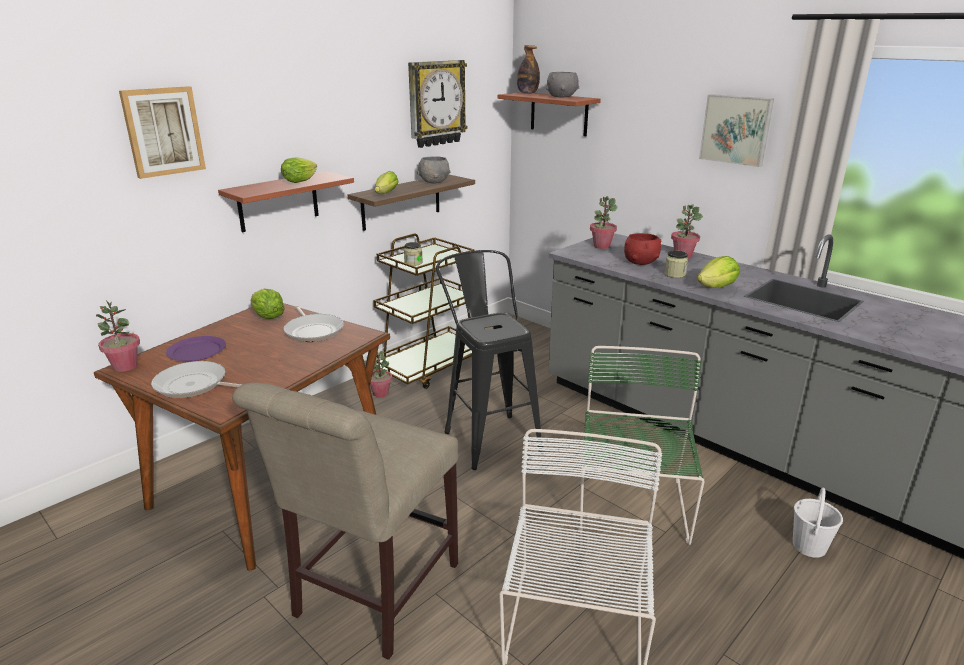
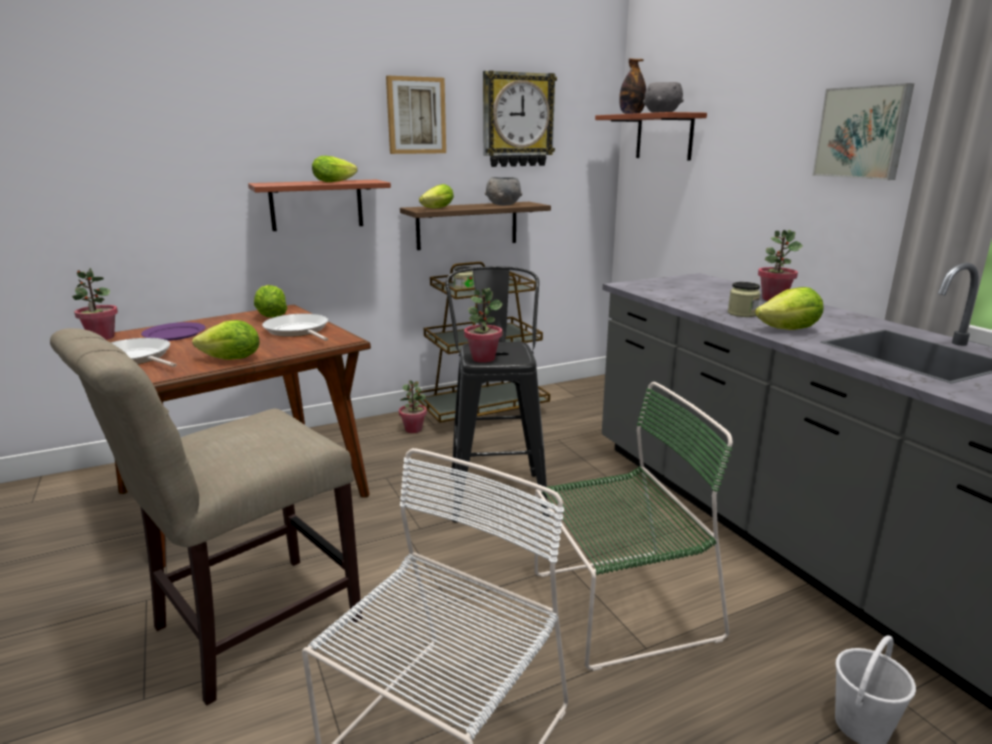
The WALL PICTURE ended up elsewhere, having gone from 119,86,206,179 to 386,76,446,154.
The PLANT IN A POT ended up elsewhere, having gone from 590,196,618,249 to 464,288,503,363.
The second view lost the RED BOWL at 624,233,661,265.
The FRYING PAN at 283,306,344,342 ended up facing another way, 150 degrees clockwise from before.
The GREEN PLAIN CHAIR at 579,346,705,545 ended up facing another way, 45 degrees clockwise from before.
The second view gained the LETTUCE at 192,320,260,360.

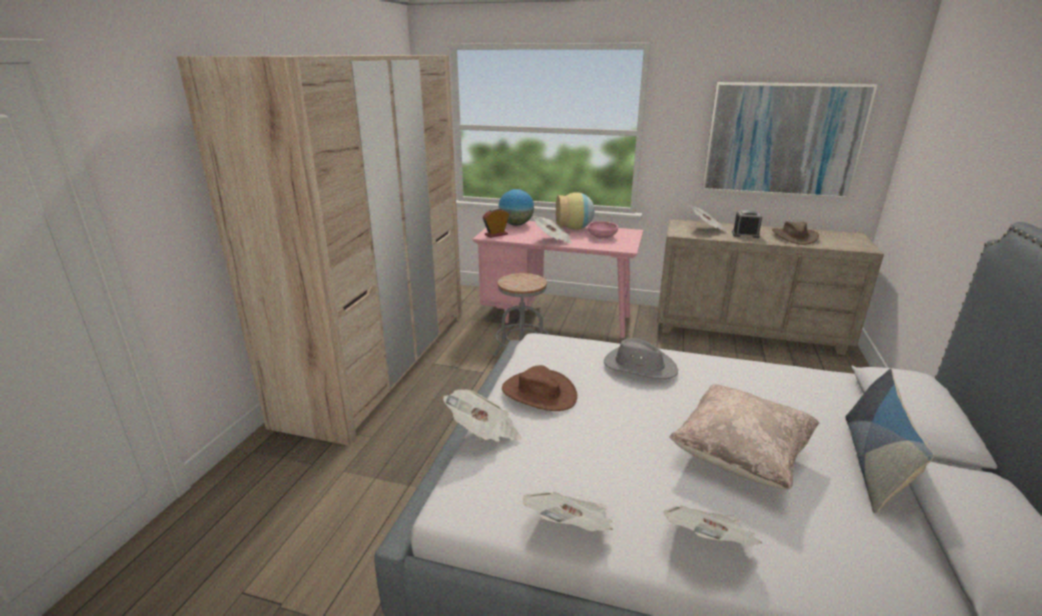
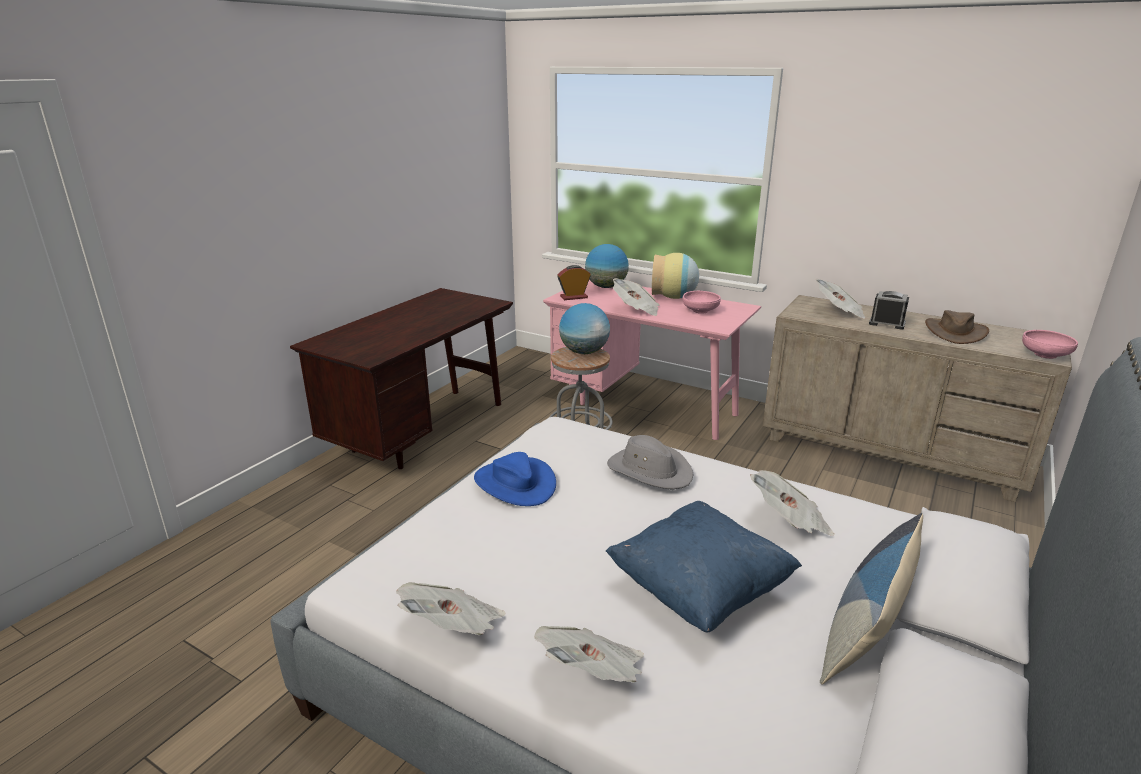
Where the SAND-COLOURED WARDROBE stood at 176,55,462,445, the BROWNISH DESK TABLE came to stand at 290,288,513,469.
The second view lost the WALL PICTURE at 702,82,878,199.
What was the BROWNISH HAT at 502,365,577,411 turned into the BLUISH HAT at 474,452,556,506.
What was the SAND-COLOURED CUSHION at 669,384,819,490 turned into the BLUISH CUSHION at 606,501,802,632.
The PRINTED PAPER ended up elsewhere, having gone from 443,389,522,442 to 750,470,835,536.
The second view gained the GLOBE at 559,303,610,354.
The second view gained the PINK-COLOURED BOWL at 1022,330,1078,359.

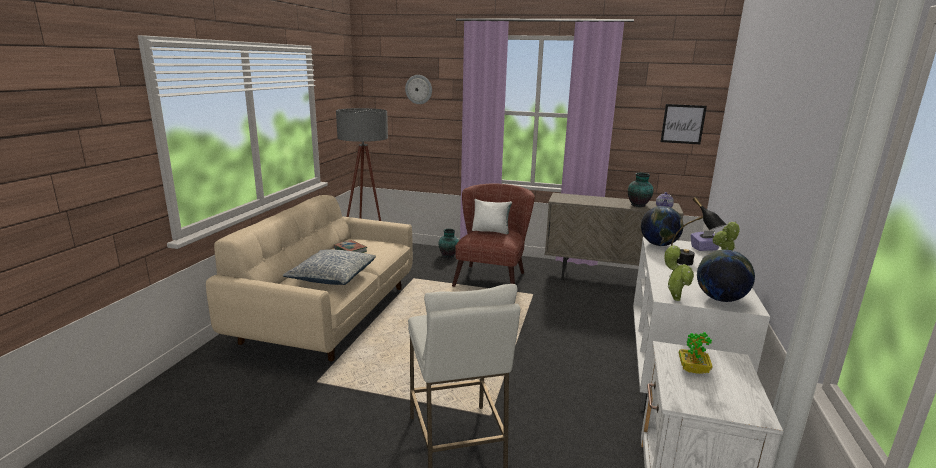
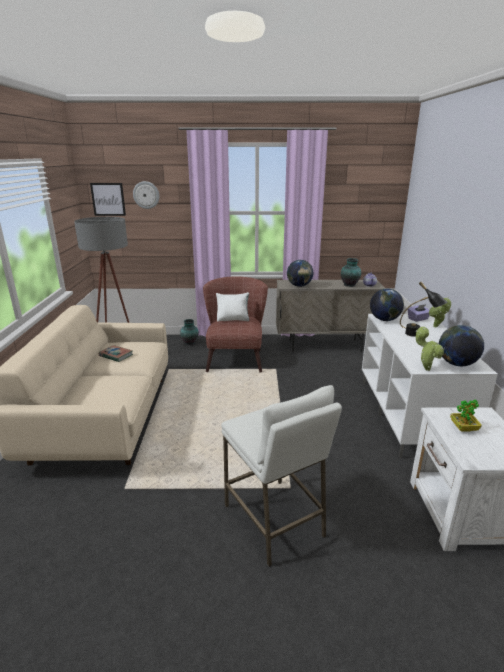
The WALL PICTURE ended up elsewhere, having gone from 660,104,707,144 to 90,183,126,216.
The second view lost the CUSHION at 283,249,376,285.
The second view gained the GLOBE at 287,260,313,287.

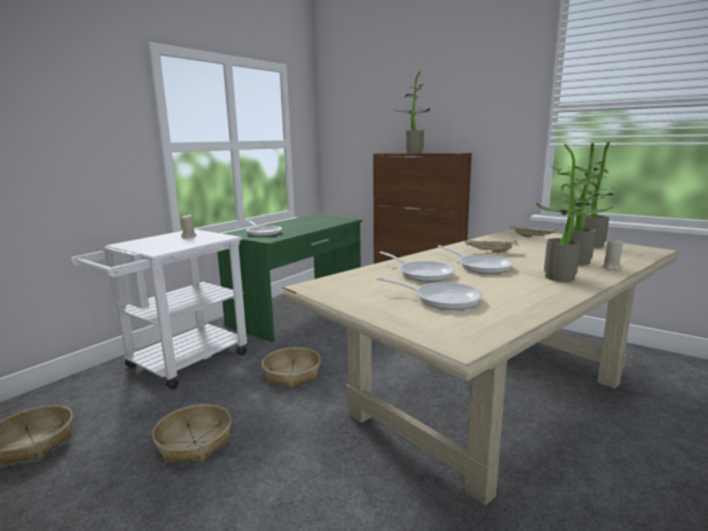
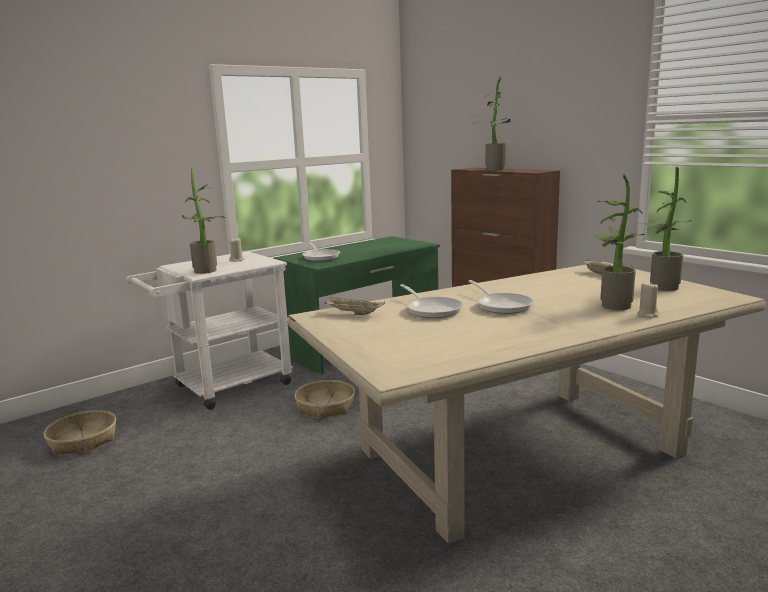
The PLANT IN A POT ended up elsewhere, having gone from 536,144,613,282 to 182,167,225,274.
The SAND-COLOURED TRAY ended up elsewhere, having gone from 465,240,518,253 to 324,297,385,315.
The second view lost the FRYING PAN at 376,277,483,310.
The second view lost the BASKET at 152,404,231,463.

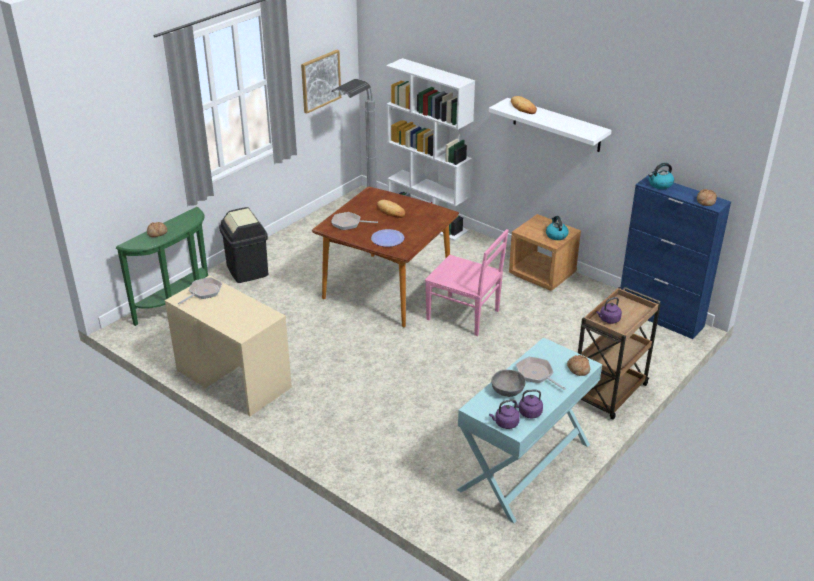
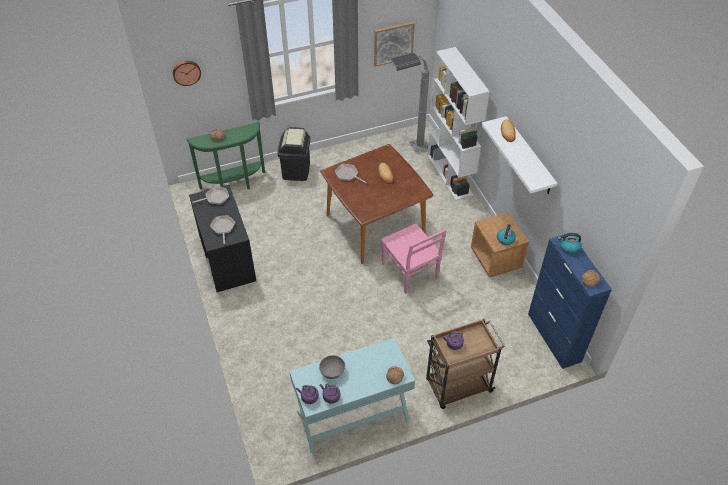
The second view lost the PLATE at 371,229,404,247.
What was the SAND-COLOURED DESK TABLE at 165,275,292,416 turned into the BLACK-COLOURED DESK TABLE at 189,185,256,292.
The FRYING PAN ended up elsewhere, having gone from 516,357,566,390 to 210,215,235,245.
The second view gained the CLOCK ON THE WALL at 173,61,201,86.

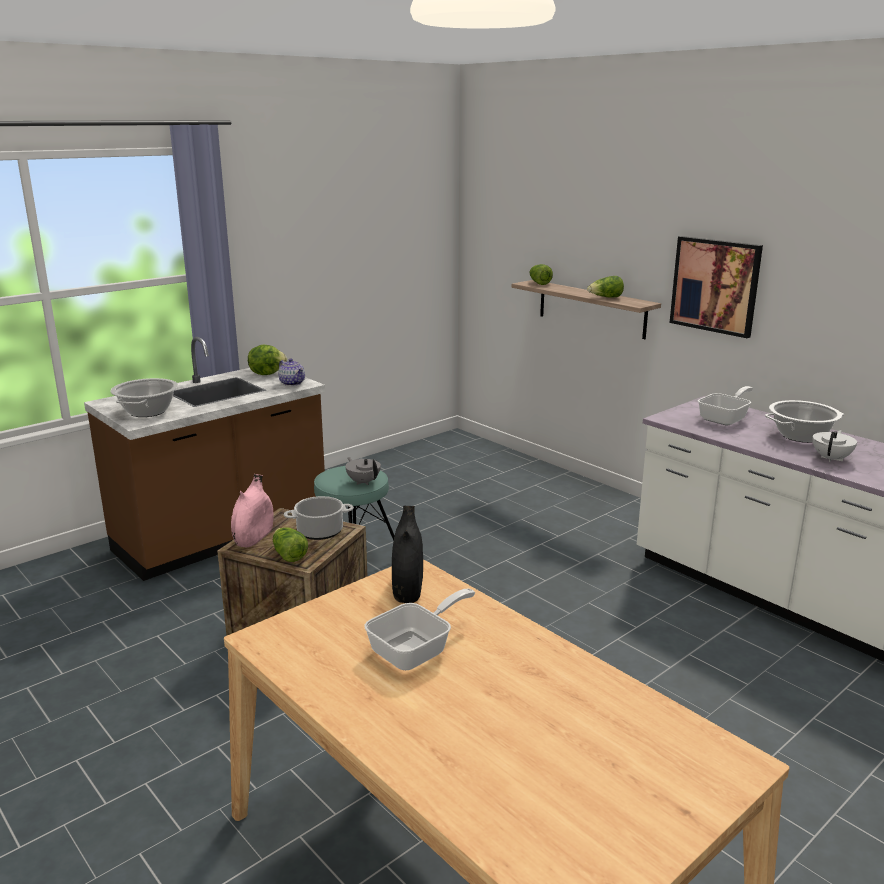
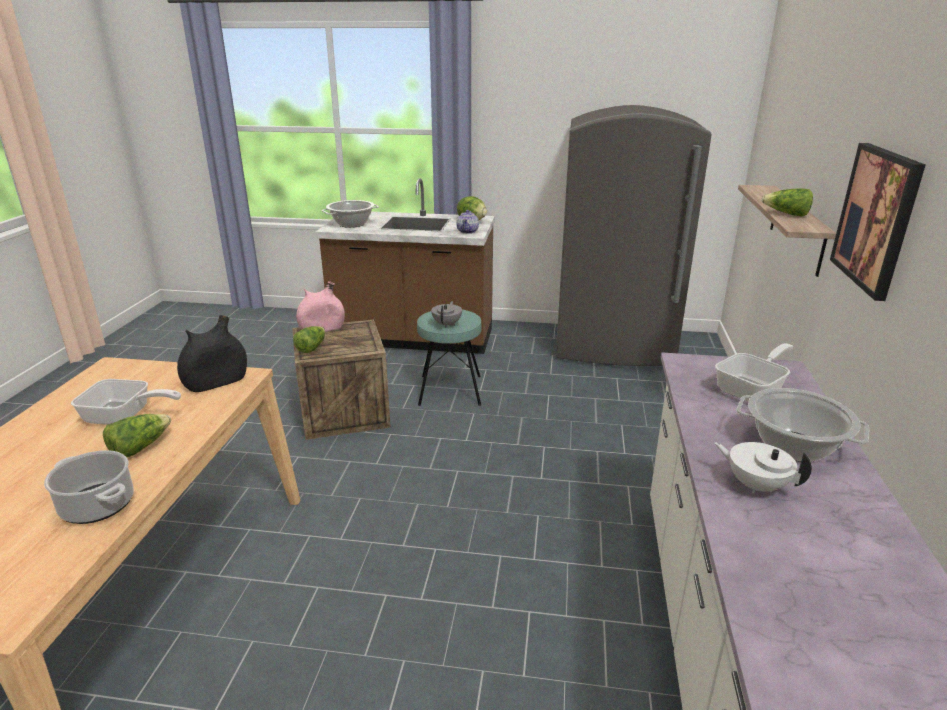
The LETTUCE ended up elsewhere, having gone from 529,264,553,285 to 103,414,171,457.
The FRYING PAN at 698,386,753,426 ended up facing another way, 45 degrees counterclockwise from before.
The WHITE TEA POT at 813,430,857,462 ended up facing another way, 135 degrees counterclockwise from before.
The STOCKPOT ended up elsewhere, having gone from 284,496,354,540 to 44,450,134,524.
The second view gained the GREYISH FRIDGE at 556,105,712,366.

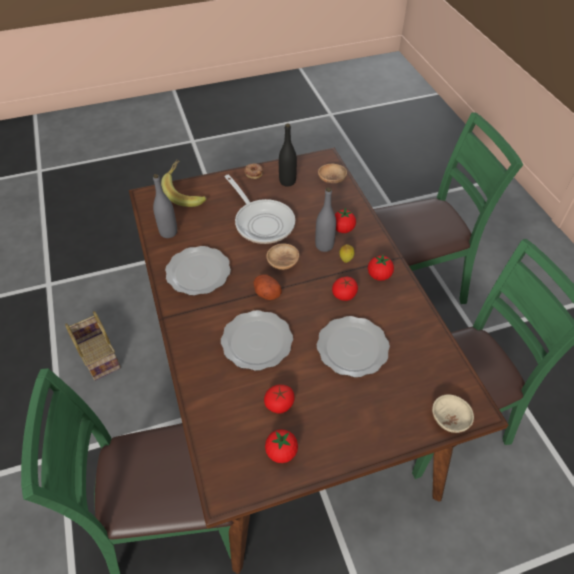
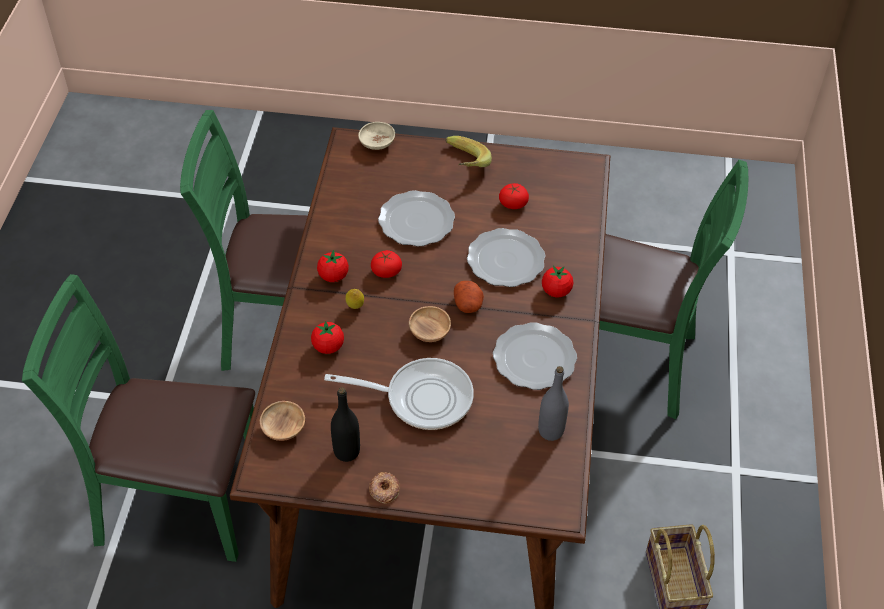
The BANANA ended up elsewhere, having gone from 161,159,207,207 to 445,136,492,167.
The FRYING PAN at 225,175,295,244 ended up facing another way, 105 degrees clockwise from before.
The second view lost the GREYISH BEVERAGE BOTTLE at 315,187,336,252.
The FRESH TOMATO ended up elsewhere, having gone from 265,429,298,463 to 542,266,574,297.

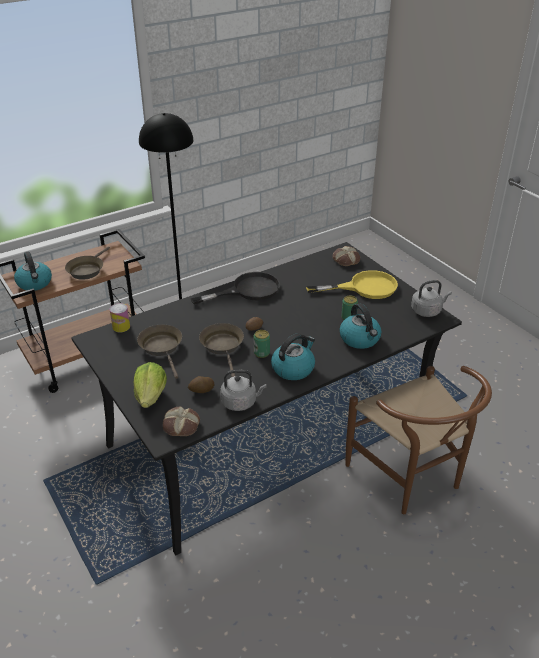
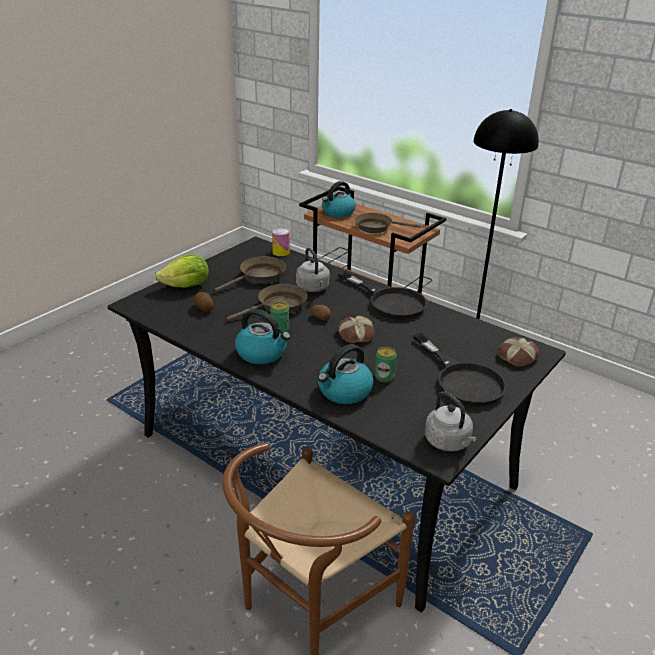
What was the YELLOW-COLOURED FRYING PAN at 306,270,398,299 turned into the BLACK-COLOURED FRYING PAN at 413,333,507,407.
The GREYISH TEA KETTLE ended up elsewhere, having gone from 220,370,267,411 to 296,248,330,292.
The BREAD ended up elsewhere, having gone from 163,407,200,436 to 337,315,374,343.

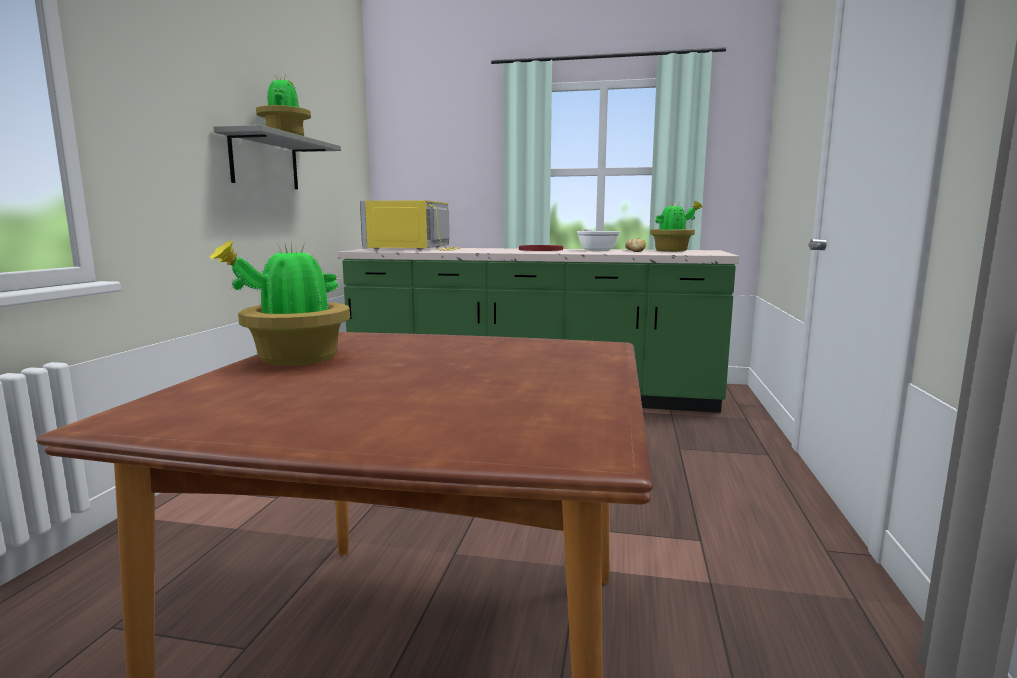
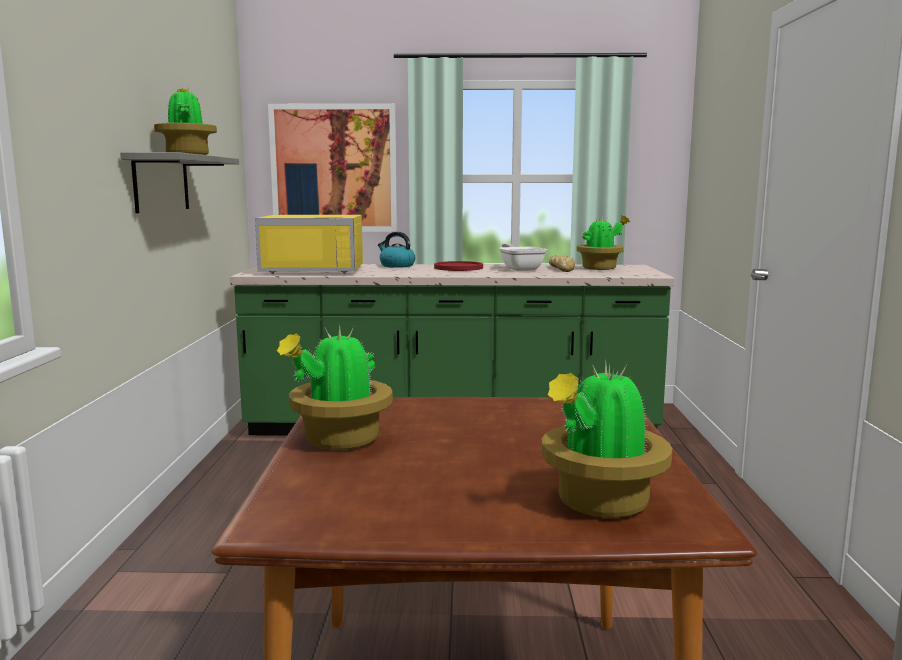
The YELLOW-COLOURED MICROWAVE at 360,200,460,251 ended up facing another way, 90 degrees counterclockwise from before.
The second view gained the WALL PICTURE at 268,103,397,232.
The second view gained the TEA KETTLE at 378,232,415,268.
The second view gained the PLANT IN A POT at 541,359,672,518.

